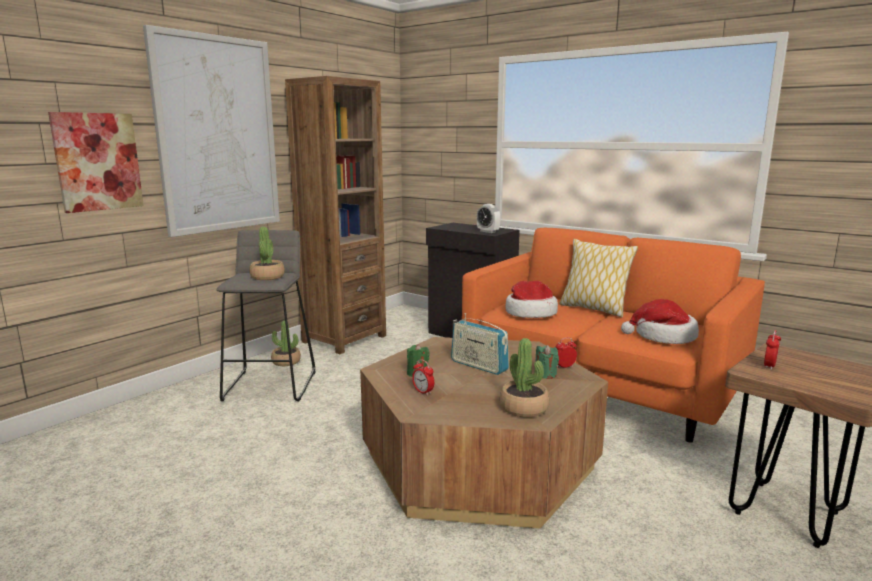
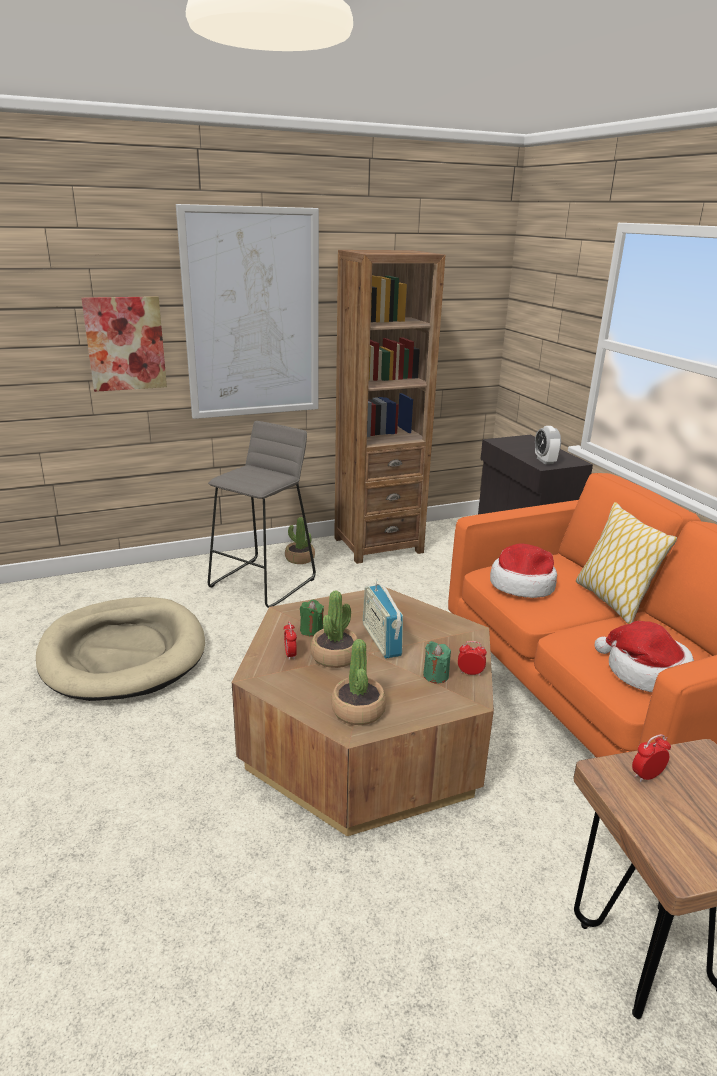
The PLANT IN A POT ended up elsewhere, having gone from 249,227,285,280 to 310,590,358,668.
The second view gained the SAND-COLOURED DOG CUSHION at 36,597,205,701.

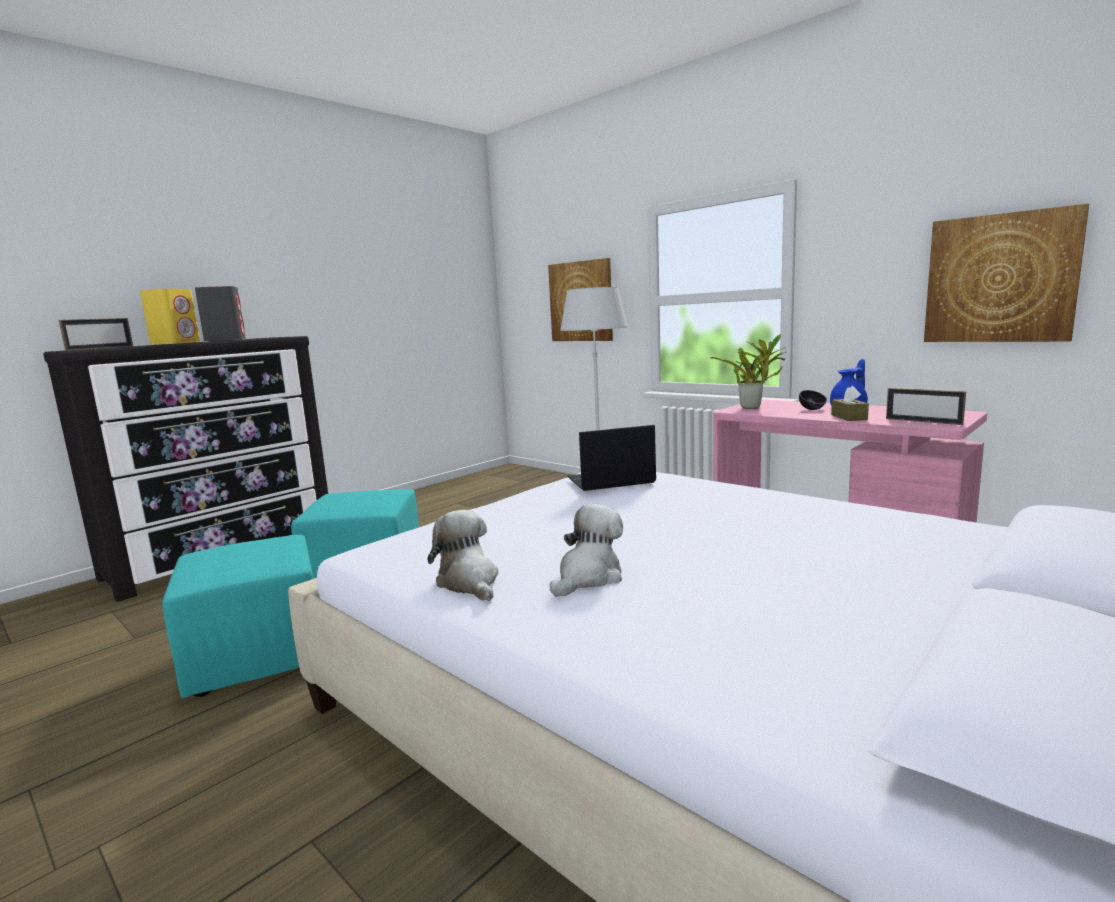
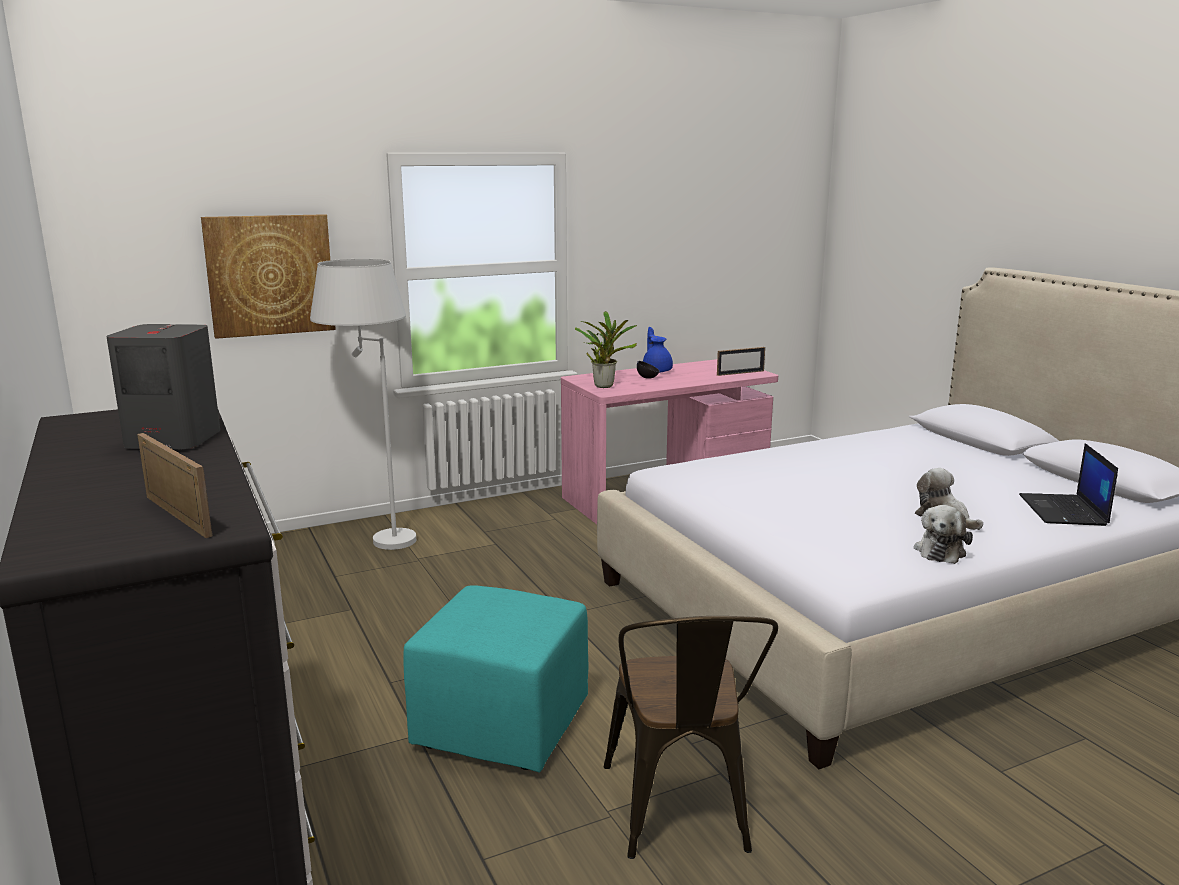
The second view lost the WALL PICTURE at 924,204,1089,342.
The second view lost the YELLOW-COLOURED SPEAKER at 140,289,200,345.
The second view lost the BROWNISH TISSUE HOLDER at 831,386,869,421.
The PORTABLE COMPUTER ended up elsewhere, having gone from 567,425,656,491 to 1019,443,1118,526.
The PLUSH TOY at 428,510,499,601 ended up facing another way, 60 degrees counterclockwise from before.
Where the BLUE-GREEN OTTOMAN stood at 162,535,314,698, the BROWNISH PLAIN CHAIR came to stand at 604,616,778,859.

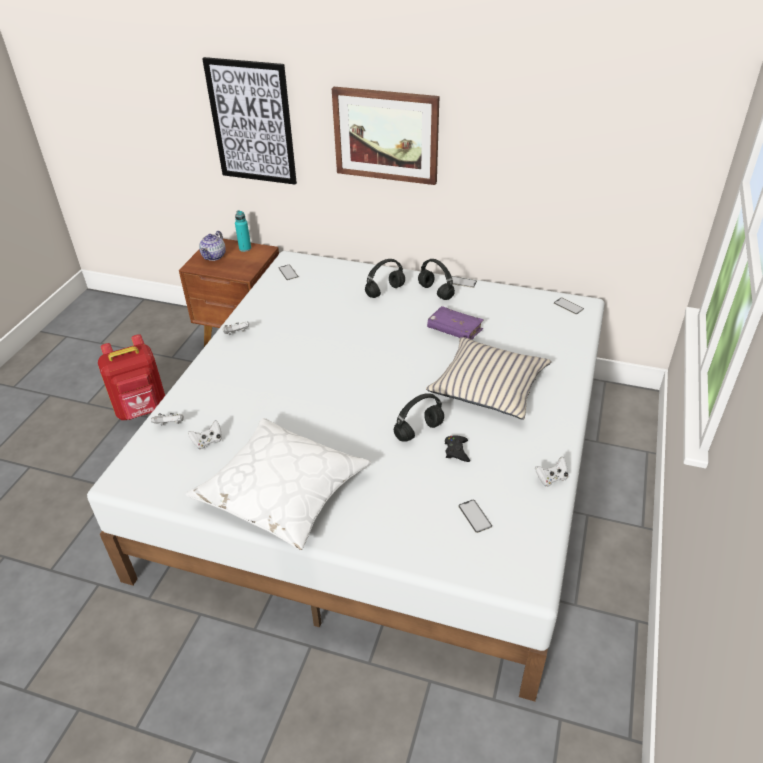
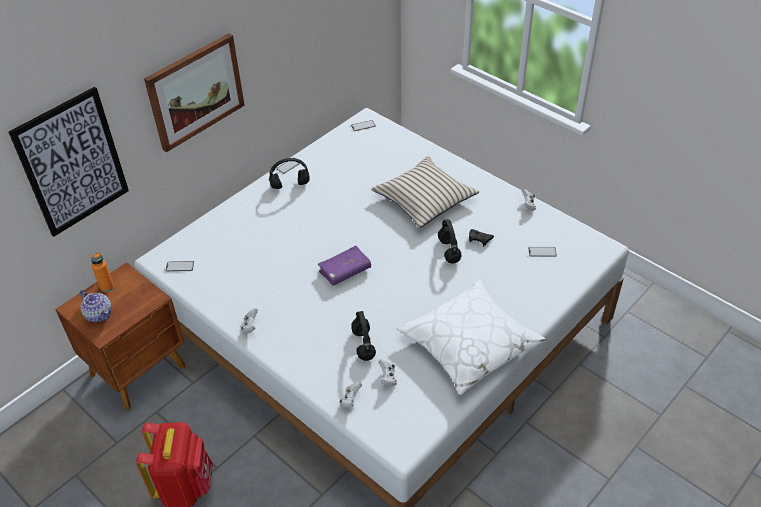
What was the BLUE-GREEN BEVERAGE BOTTLE at 235,210,251,252 turned into the ORANGEY BEVERAGE BOTTLE at 91,252,114,292.
The BLACK-COLOURED PAIR OF HEADPHONES ended up elsewhere, having gone from 365,259,405,298 to 351,311,376,361.
The PURPLISH BOUND BOOK ended up elsewhere, having gone from 427,306,484,340 to 317,245,371,286.

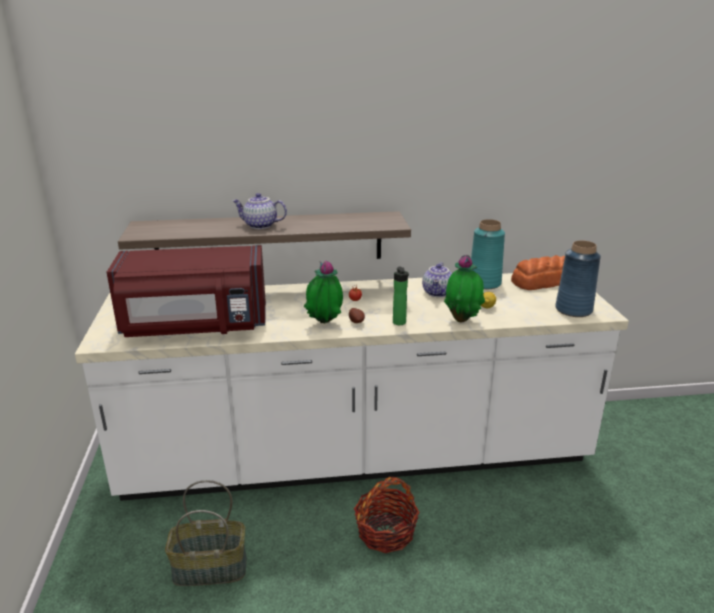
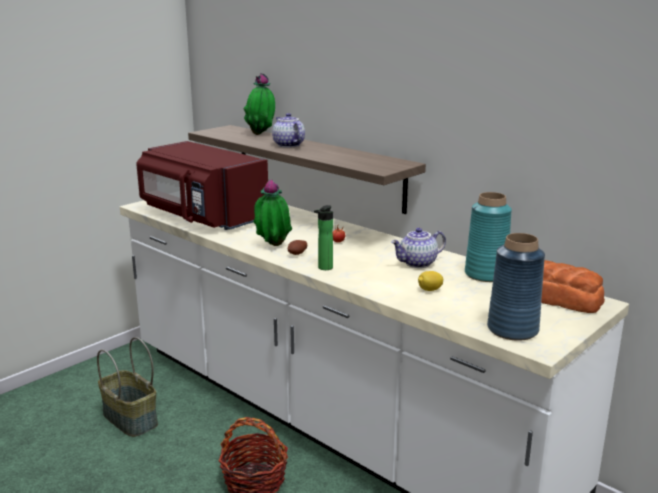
The PLANT IN A POT ended up elsewhere, having gone from 444,255,485,322 to 244,73,275,135.

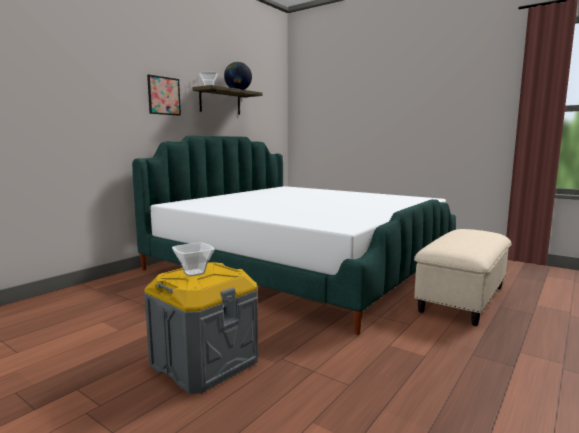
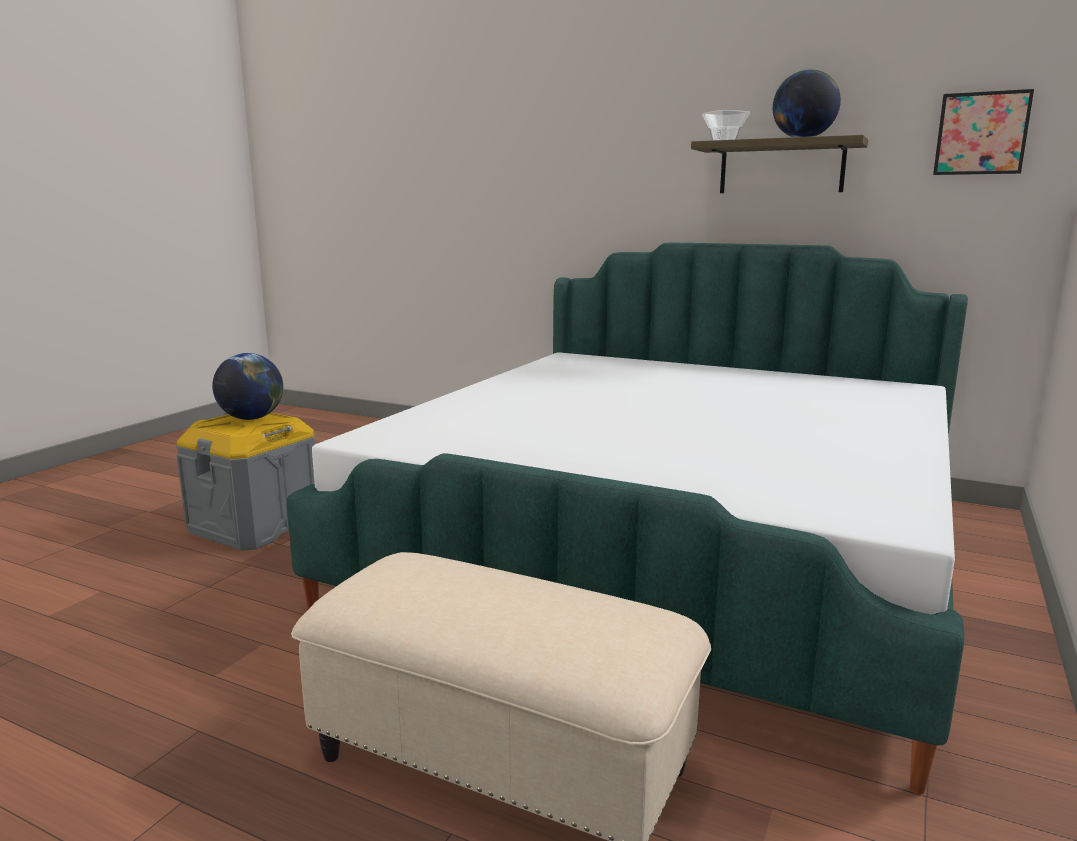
The WALL PICTURE ended up elsewhere, having gone from 147,74,181,116 to 933,89,1034,175.
Where the BOWL stood at 172,242,215,277, the GLOBE came to stand at 212,353,283,420.

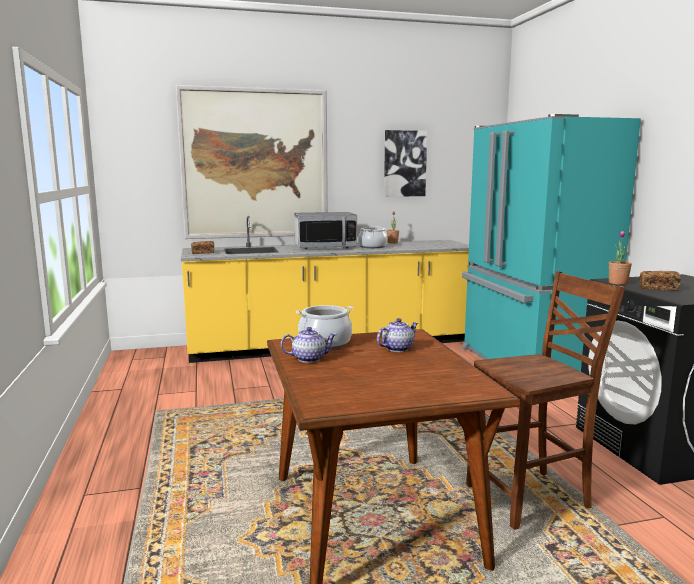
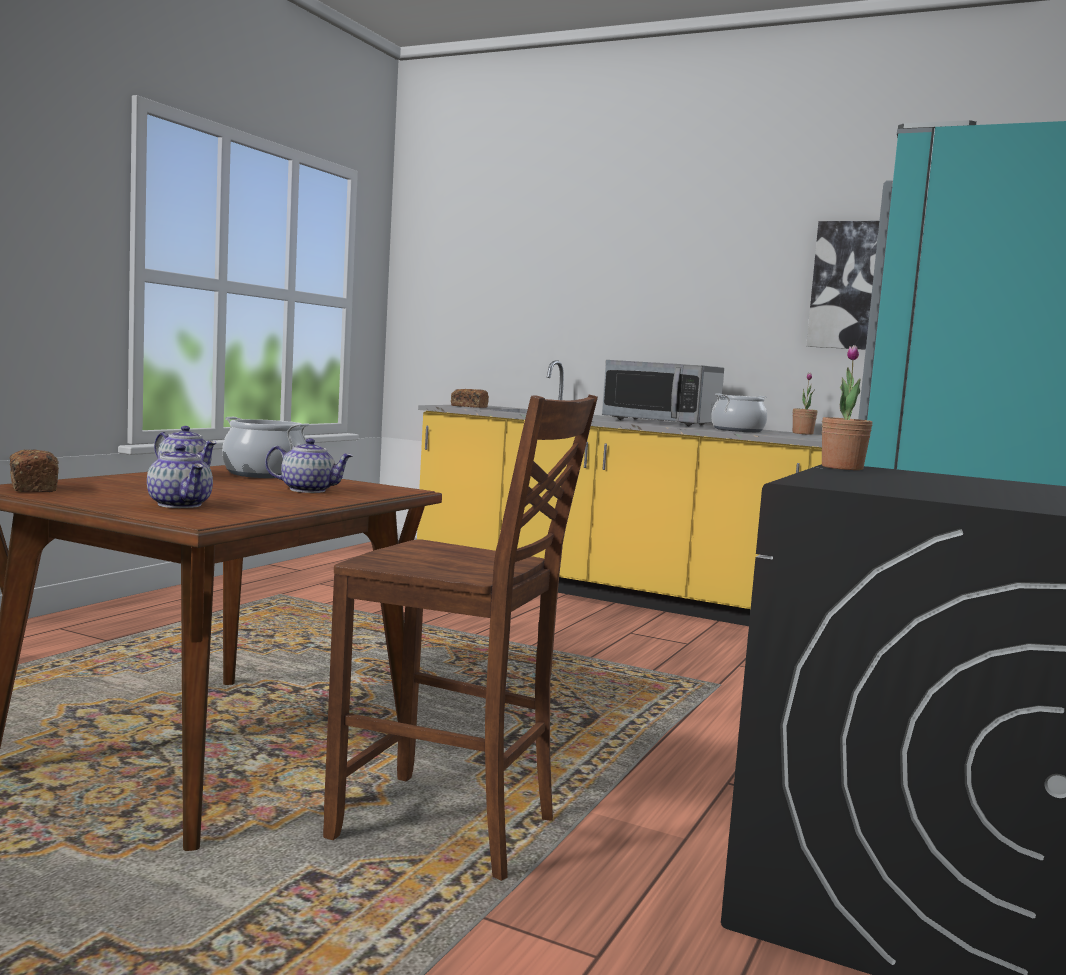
The second view lost the WALL PICTURE at 175,85,328,239.
The BREAD ended up elsewhere, having gone from 640,271,681,291 to 10,450,59,492.
The second view gained the TEA POT at 147,444,213,508.

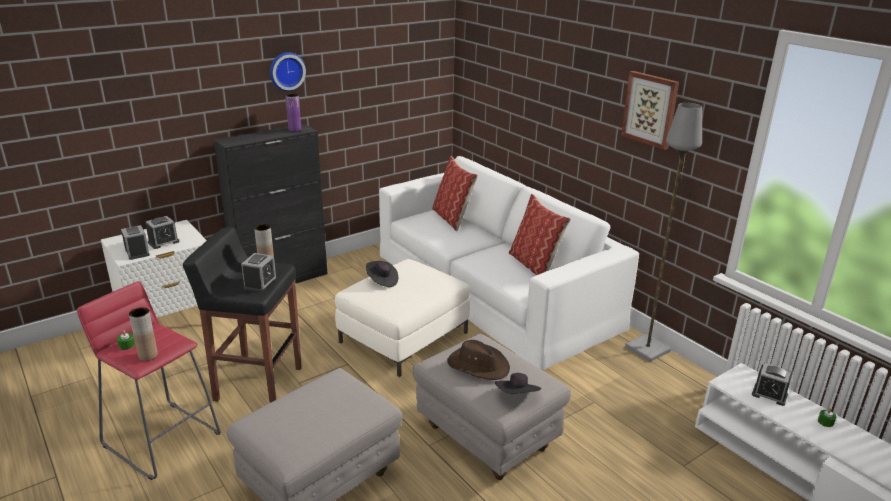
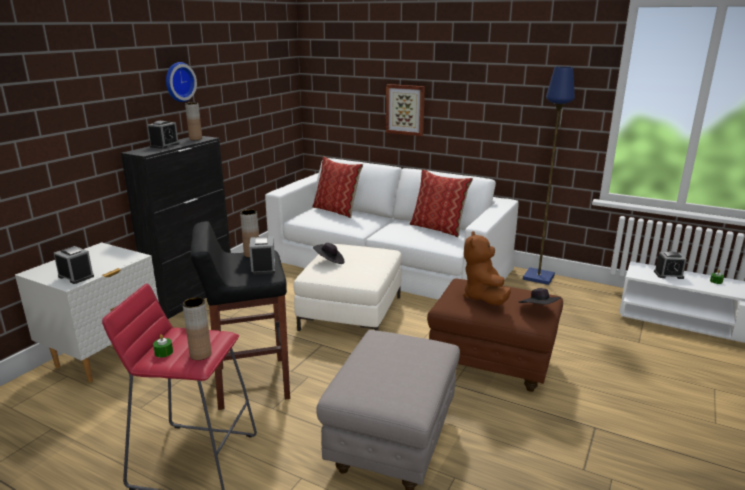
The WALL PICTURE ended up elsewhere, having gone from 621,71,679,150 to 386,84,425,136.
What was the PURPLISH FLOWER VASE at 286,93,301,132 turned into the BROWNISH FLOWER VASE at 185,103,202,140.
What was the GREYISH STANDARD LAMP at 625,103,702,362 turned into the BLUISH STANDARD LAMP at 523,67,575,285.
The ALARM CLOCK ended up elsewhere, having gone from 145,216,180,249 to 148,121,179,149.
What was the GREYISH OTTOMAN at 413,334,571,480 turned into the BROWNISH OTTOMAN at 427,278,563,392.
Where the BROWNISH HAT stood at 447,340,510,380, the BROWNISH PLUSH TOY came to stand at 463,231,511,305.

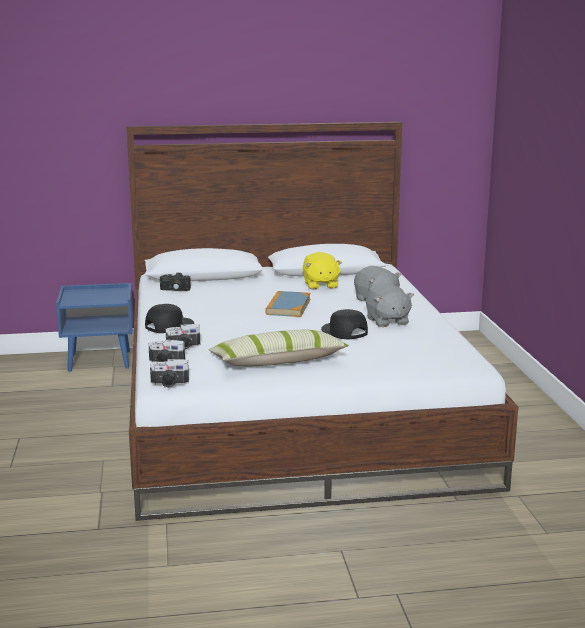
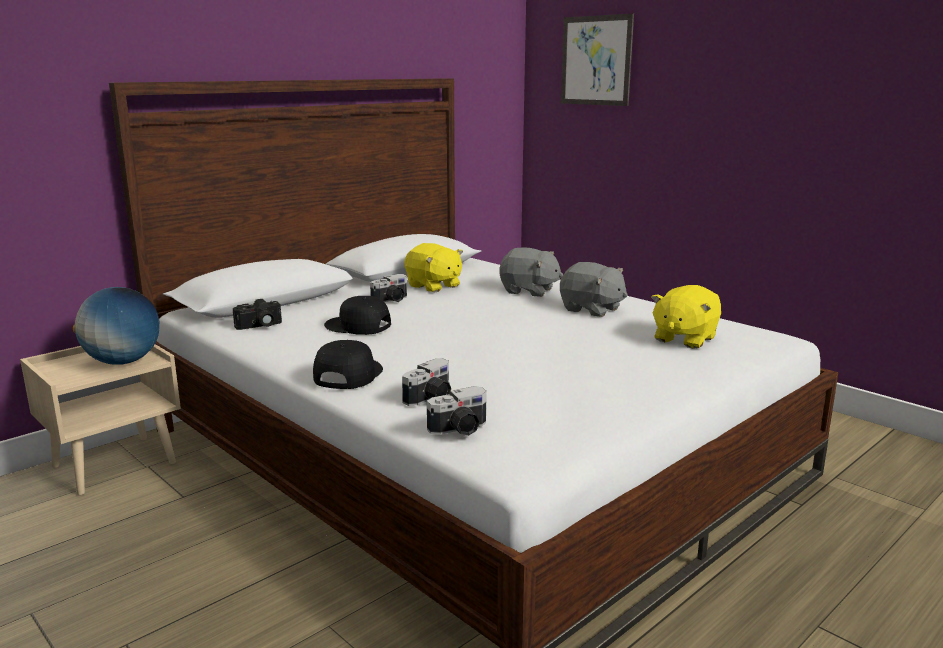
What was the BLUISH NIGHT TABLE at 56,283,133,372 turned into the SAND-COLOURED NIGHT TABLE at 20,344,181,495.
The second view lost the BOUND BOOK at 265,291,311,317.
The BLACK-COLOURED CAP ended up elsewhere, having gone from 321,309,368,340 to 324,296,391,335.
The second view lost the CUSHION at 208,330,349,366.
The PHOTO CAMERA ended up elsewhere, having gone from 150,359,189,388 to 370,274,407,302.
The second view gained the WALL PICTURE at 561,13,634,106.
The second view gained the YELLOW-COLOURED PLUSH TOY at 651,285,721,349.
The second view gained the GLOBE at 73,287,160,365.

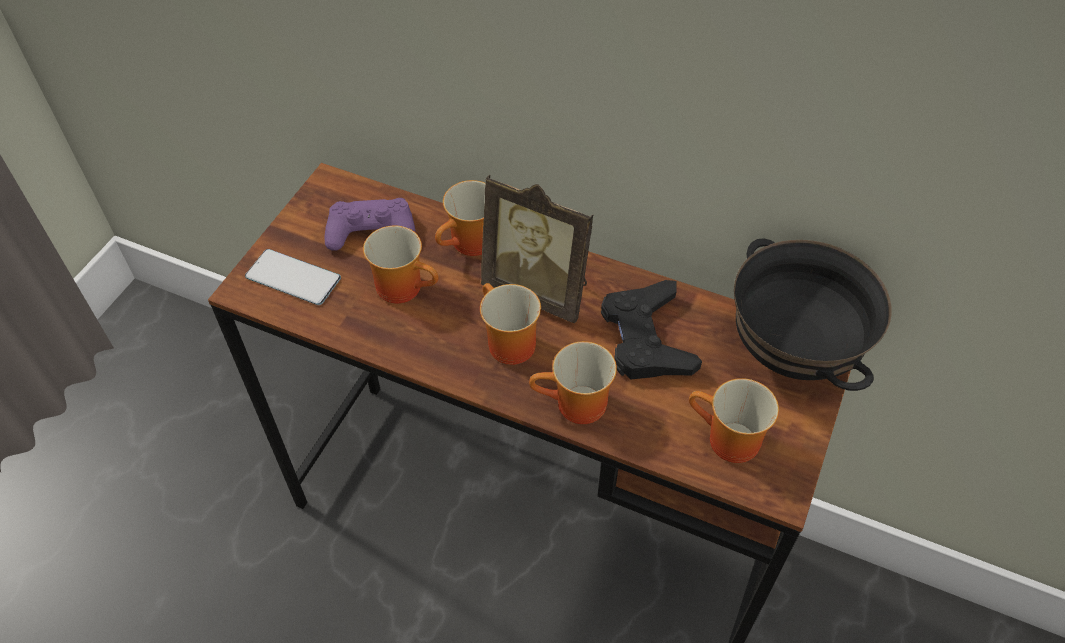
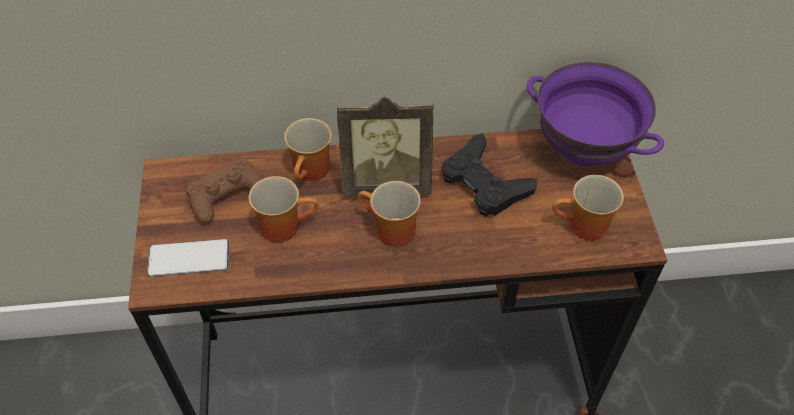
What was the PURPLISH JOYPAD at 324,198,416,251 turned into the BROWNISH JOYPAD at 186,158,264,223.
What was the BLACK-COLOURED BOWL at 734,238,892,391 turned into the PURPLISH BOWL at 527,62,665,166.
The second view lost the TEA MUG at 529,341,617,424.

